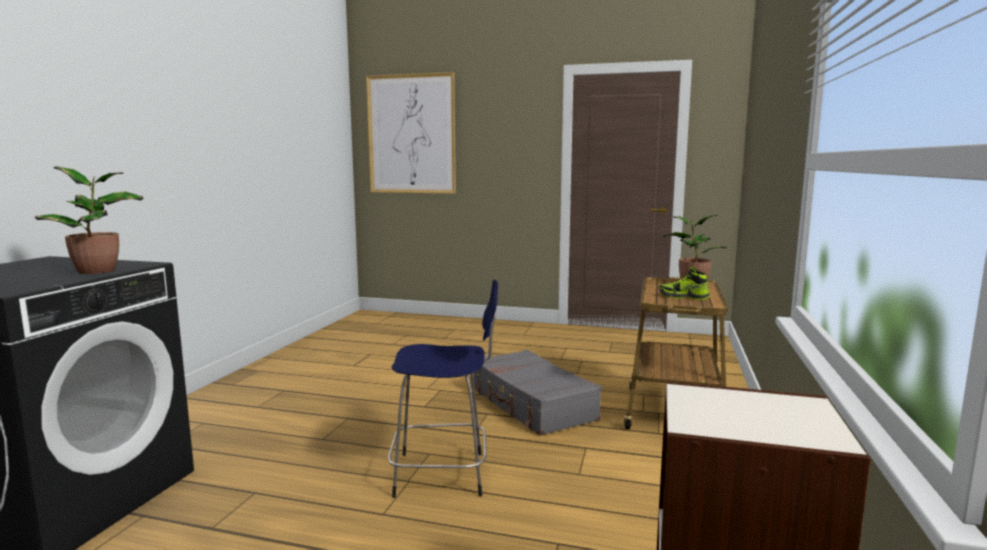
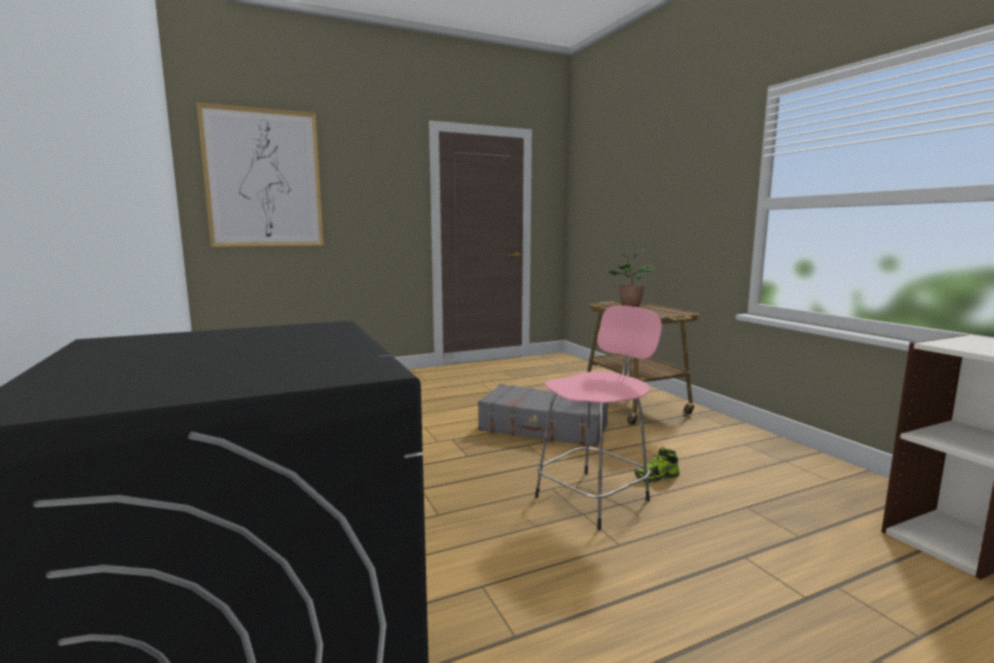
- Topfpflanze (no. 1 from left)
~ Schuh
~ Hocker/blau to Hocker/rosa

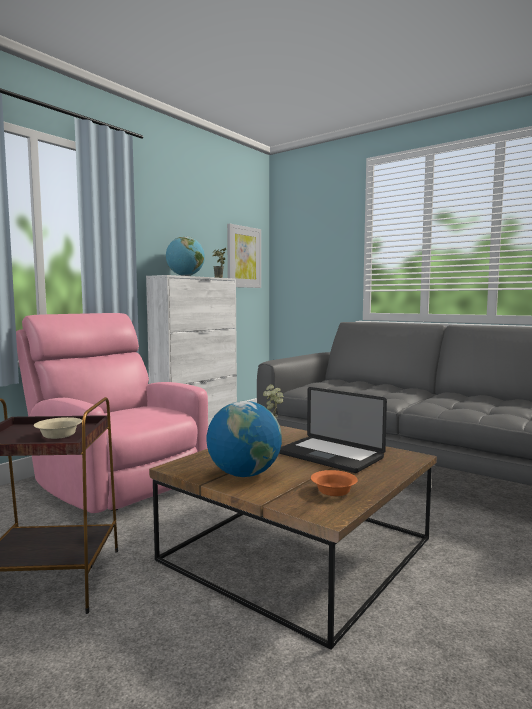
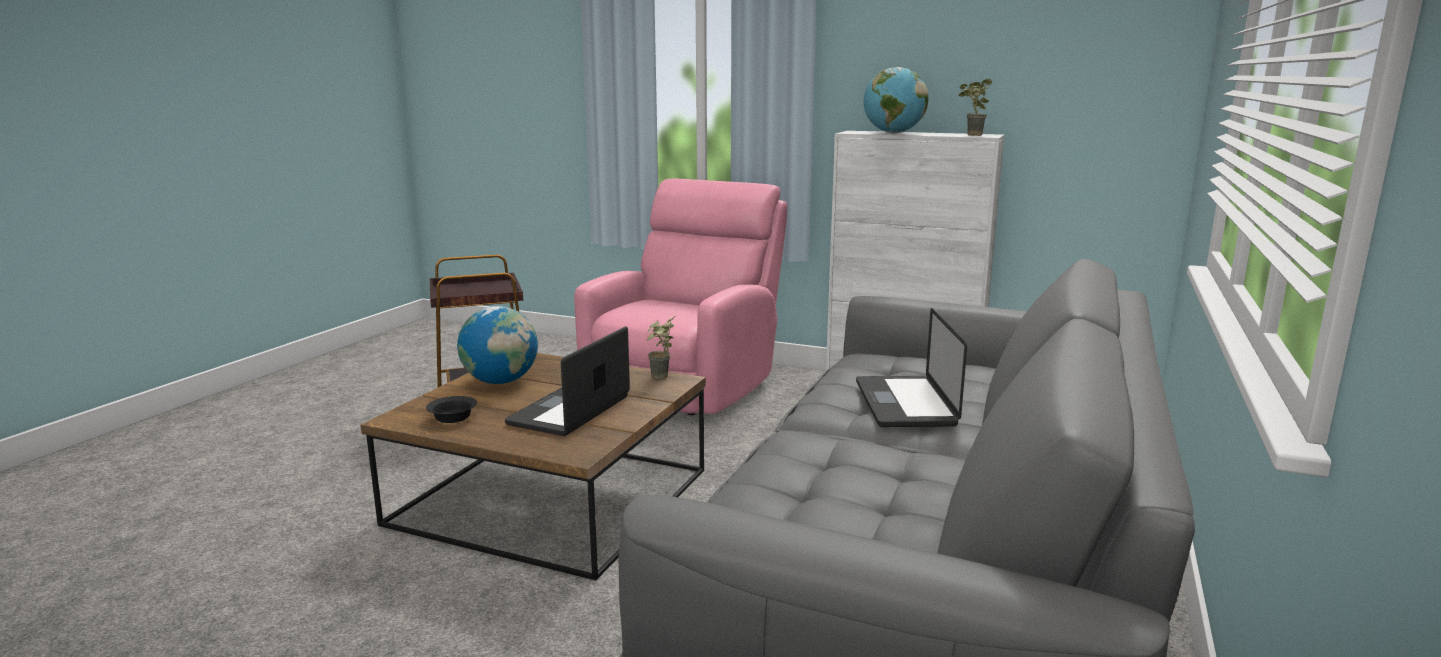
- Bild
- Schüssel/beige
~ Schüssel/orange to Schüssel/schwarz
+ Laptop (no. 2 from left)

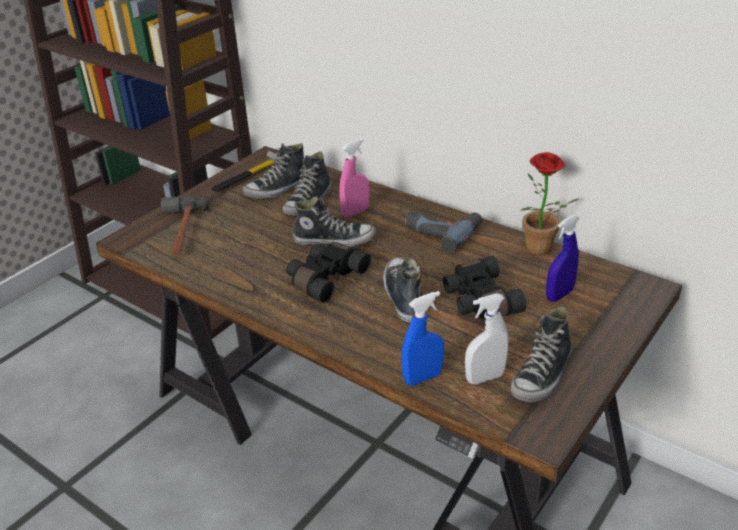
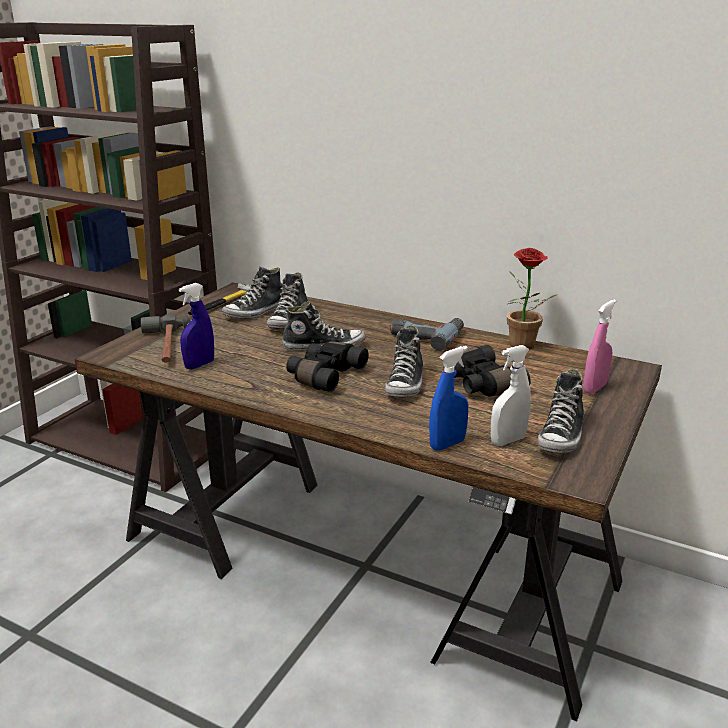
~ Sprühflasche/rosa
~ Sprühflasche/blau (no. 2 from left in the first image) to Sprühflasche/blau (no. 1 from left)
~ Schuh (no. 4 from left) 150 degrees counterclockwise

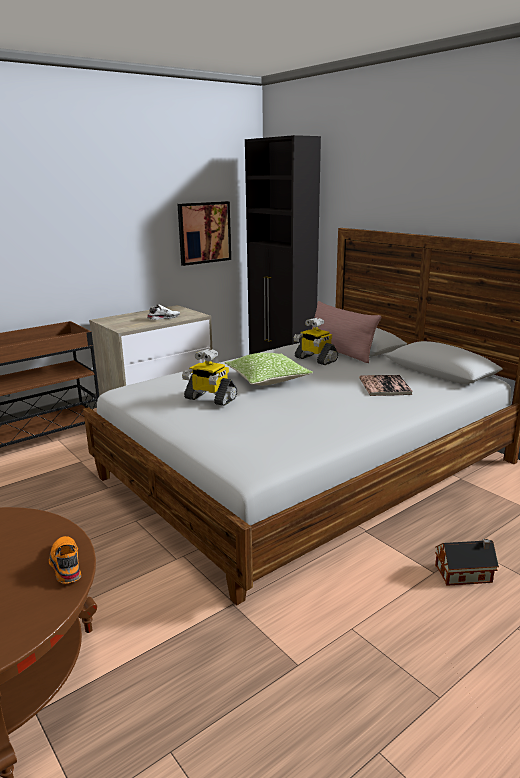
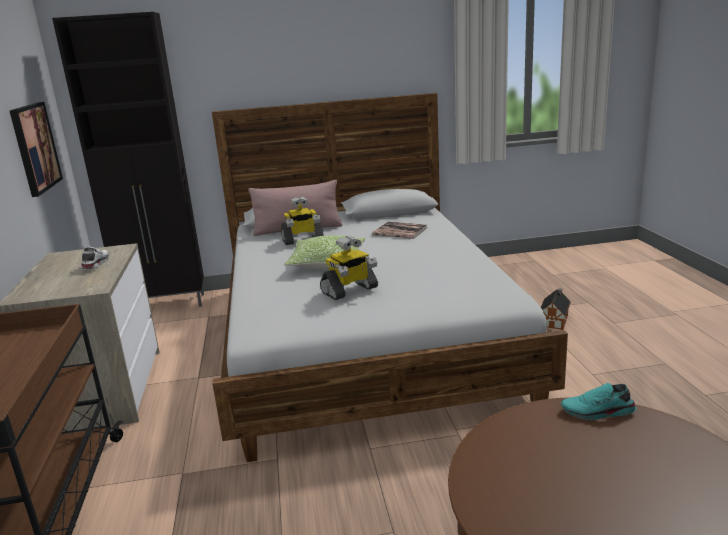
~ Schuh/orange to Schuh/türkis

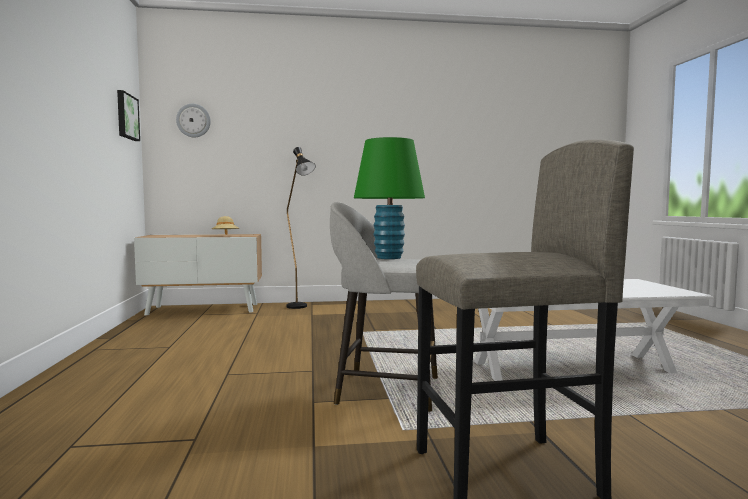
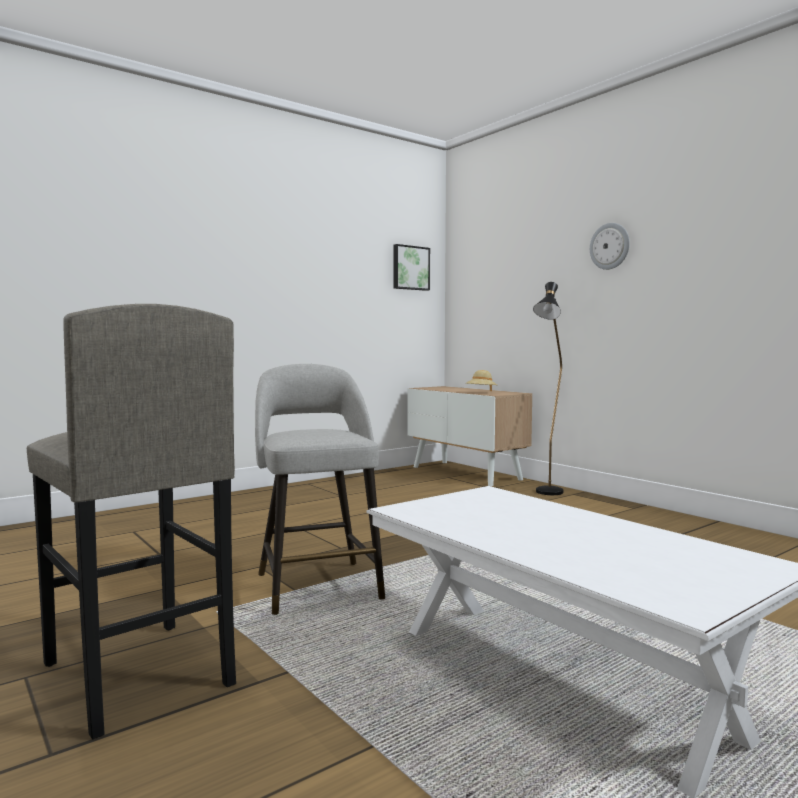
~ Wanduhr
- Tischlampe/grün

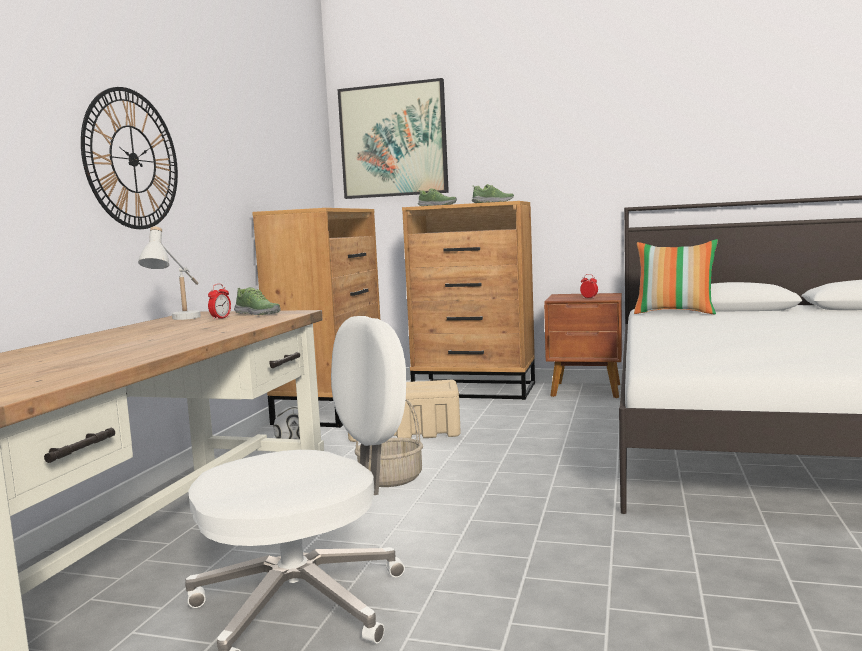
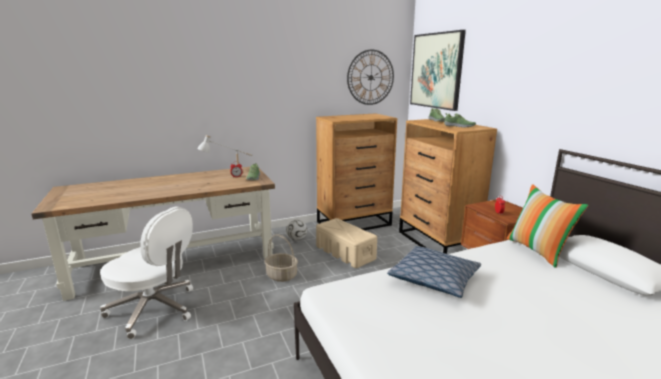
~ Wanduhr
+ Kissen (no. 1 from left)

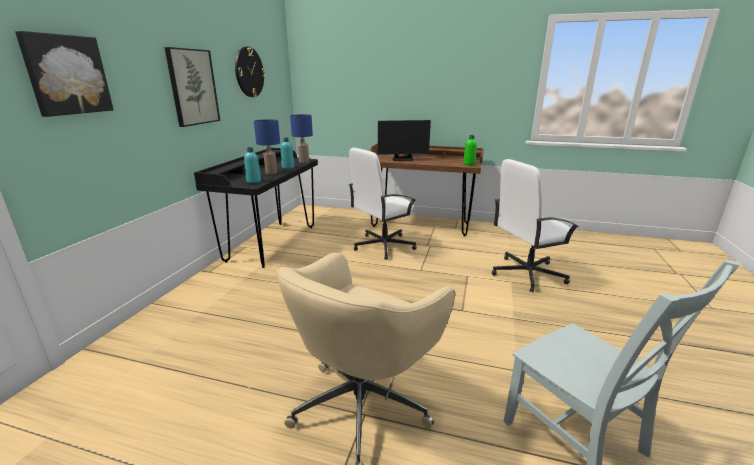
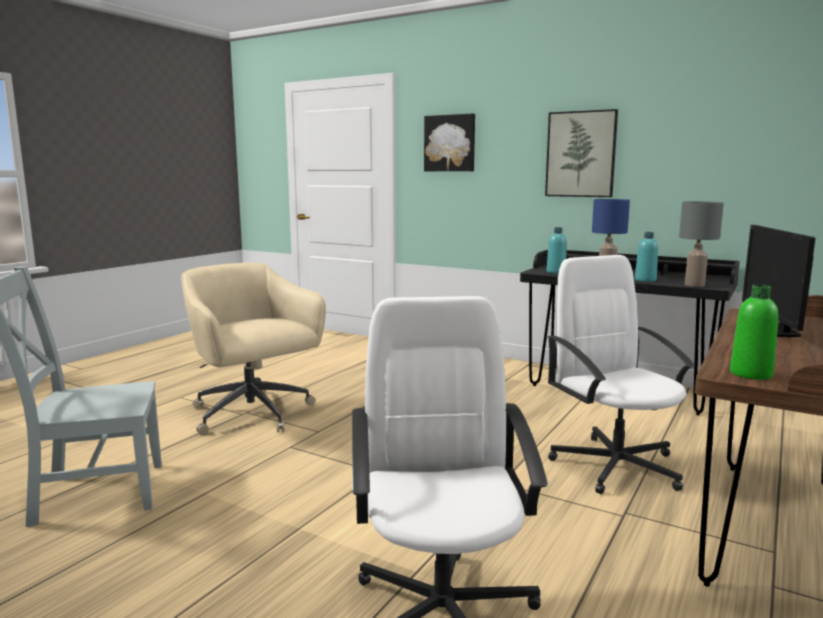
- Wanduhr
~ Tischlampe/blau (no. 2 from left) to Tischlampe/grau

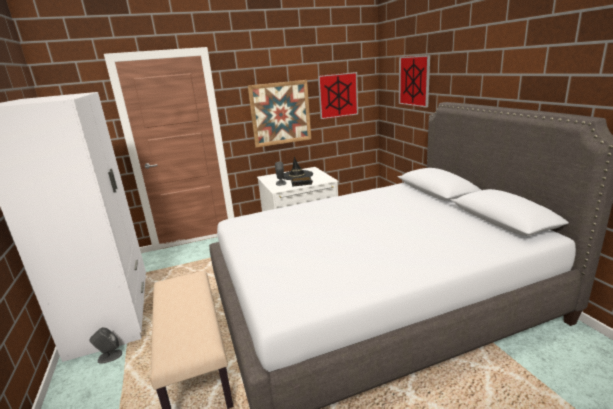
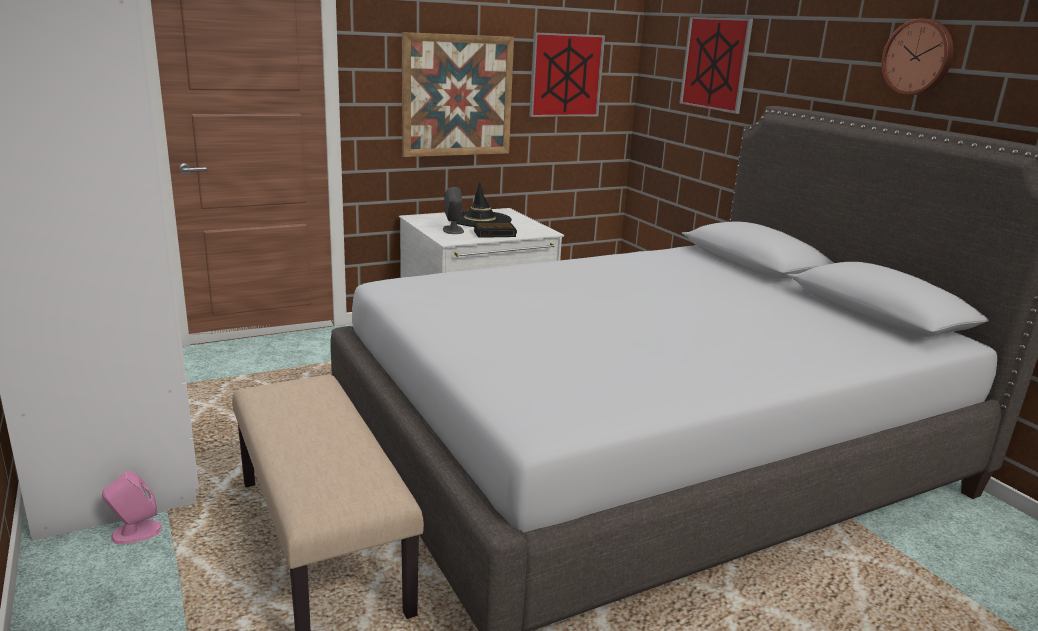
~ Lautsprecher/grau (no. 1 from left) to Lautsprecher/rosa
+ Wanduhr

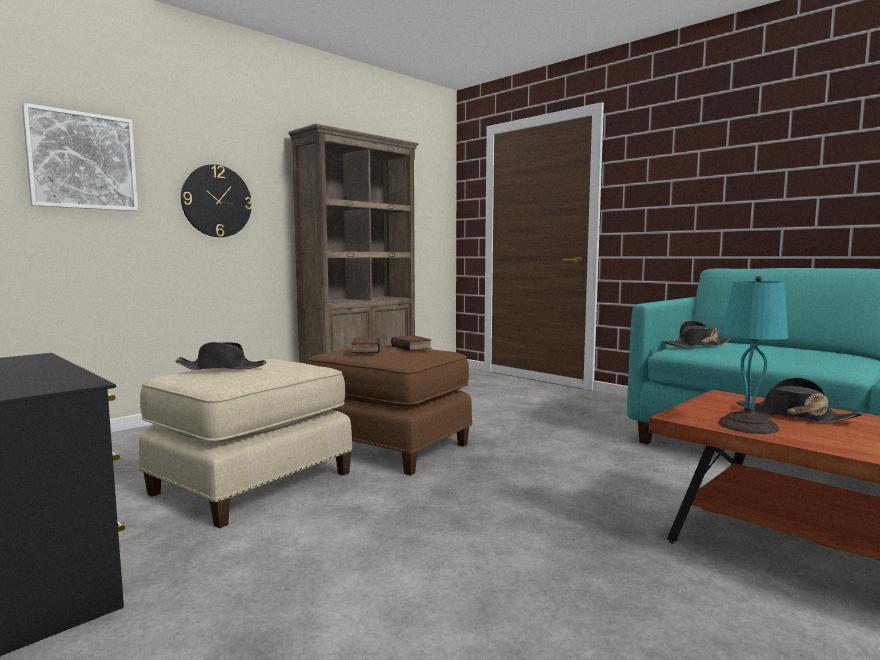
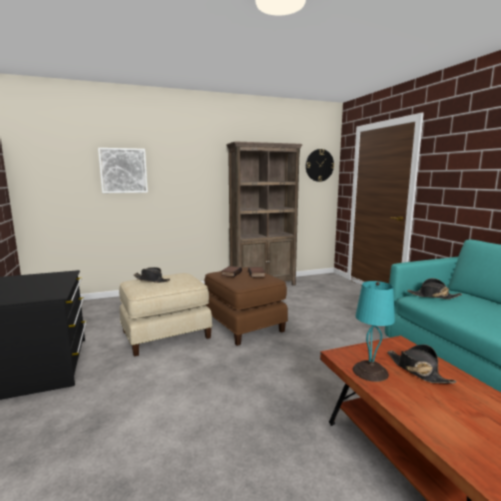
~ Wanduhr

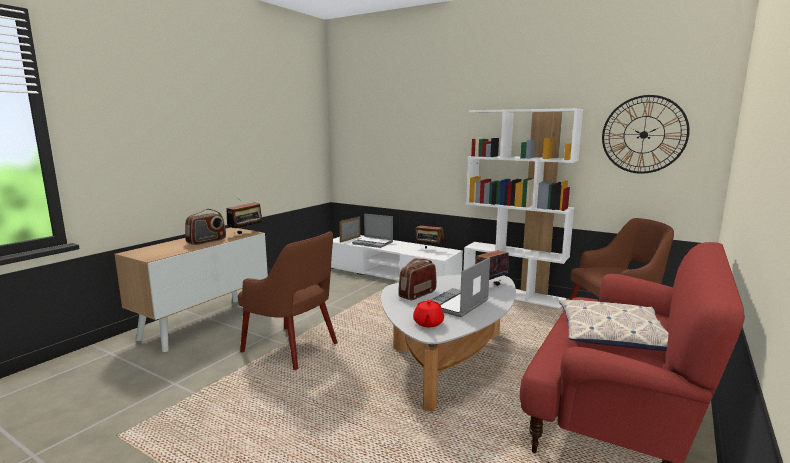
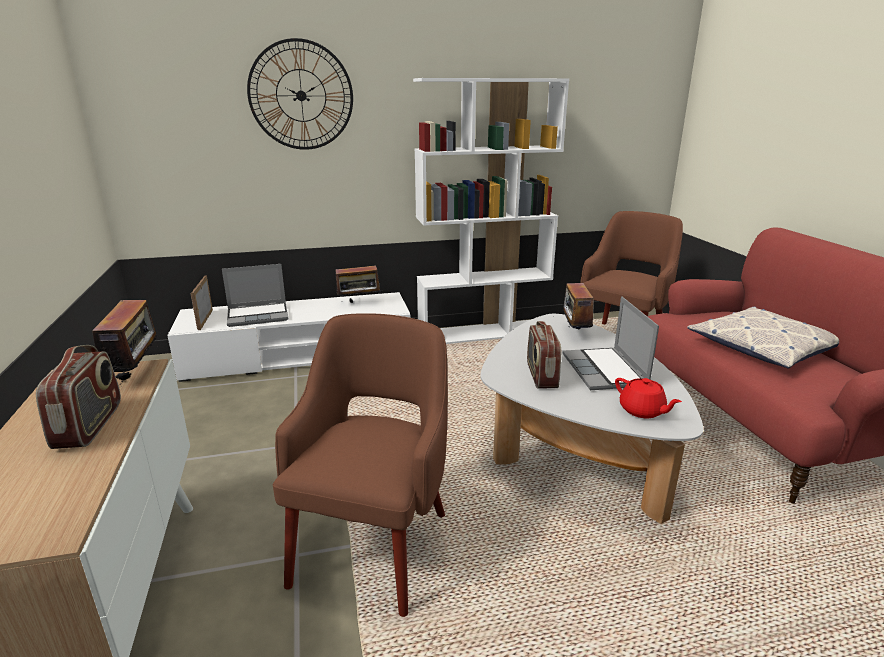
~ Wanduhr
~ Sessel/braun (no. 1 from left) 60 degrees counterclockwise

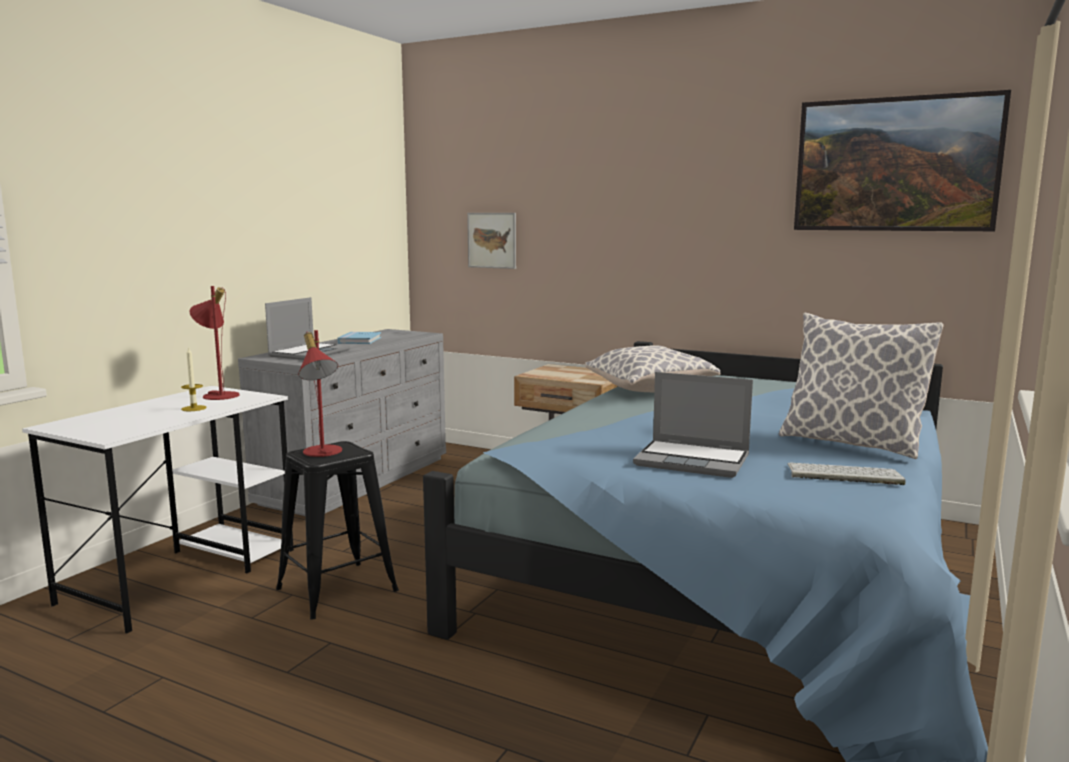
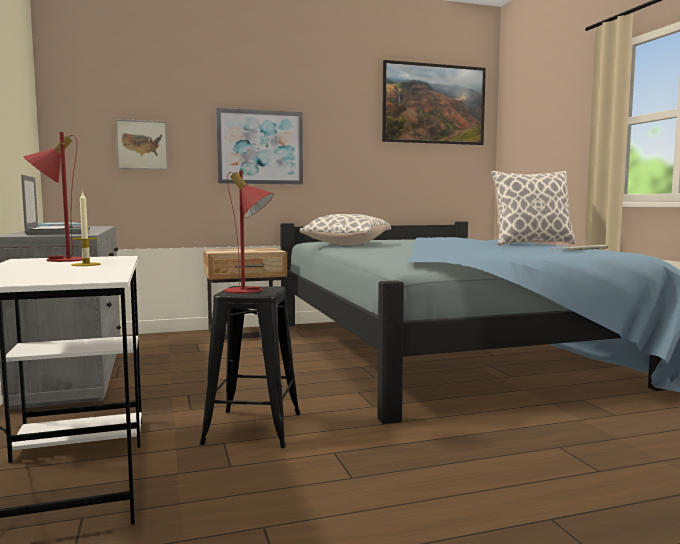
- Laptop (no. 2 from left)
+ Bild (no. 2 from left)

